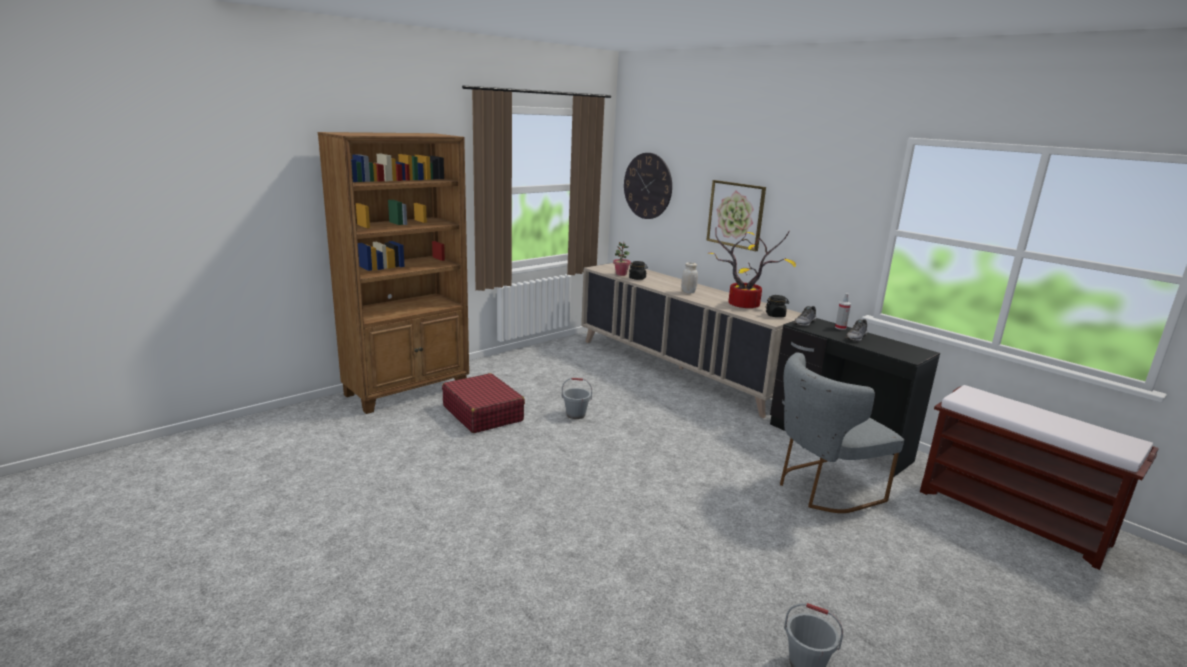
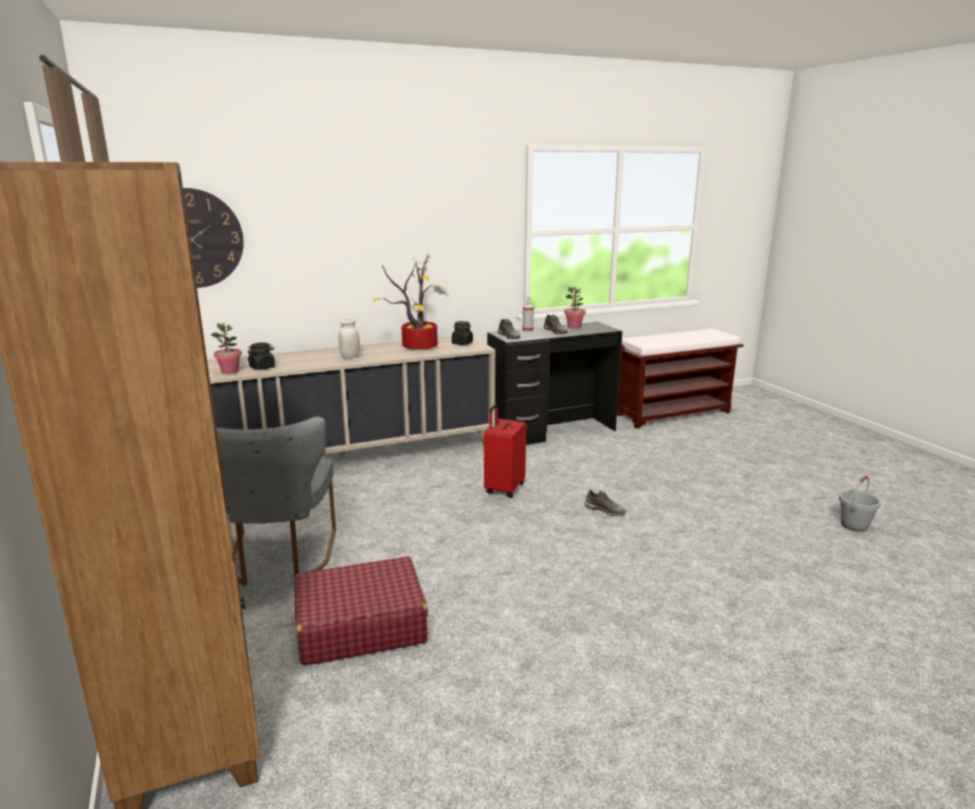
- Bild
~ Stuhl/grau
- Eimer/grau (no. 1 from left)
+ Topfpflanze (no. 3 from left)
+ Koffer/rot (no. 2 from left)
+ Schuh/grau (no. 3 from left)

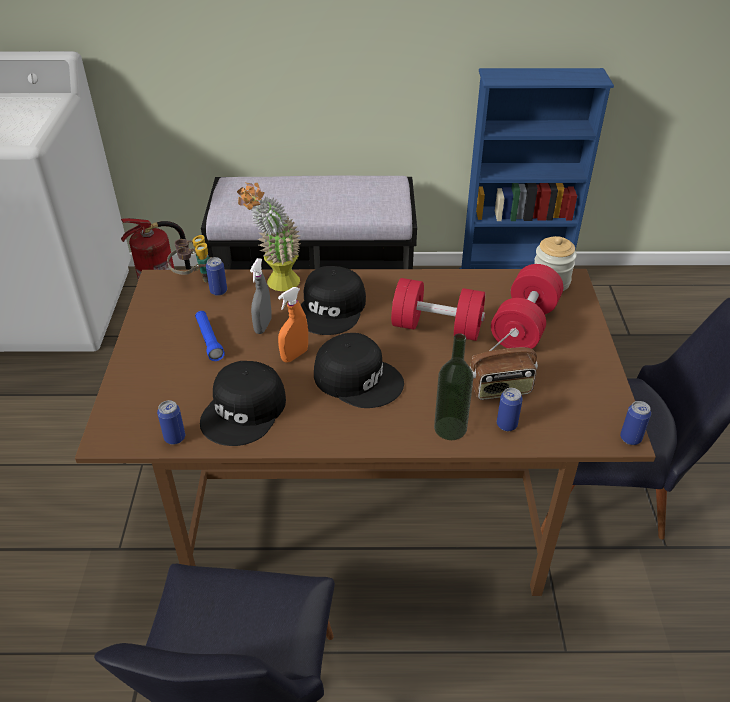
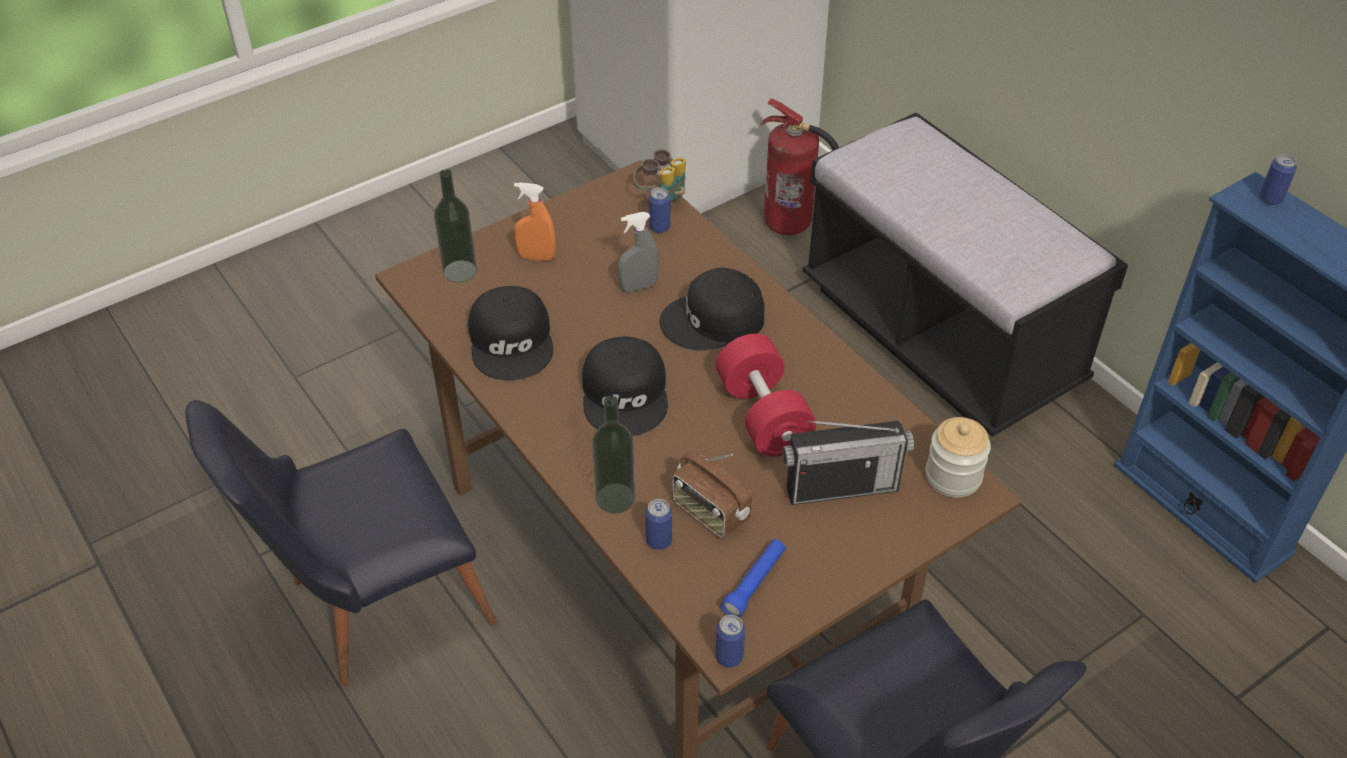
- Topfpflanze
~ Hantel/rot (no. 2 from left) to Radio (no. 2 from left)
~ Sprühflasche/orange
~ Taschenlampe/blau
~ Kappe/schwarz (no. 1 from left) 90 degrees counterclockwise
~ Dose (no. 1 from left in the first image) to Dose (no. 4 from left)
+ Flasche (no. 1 from left)

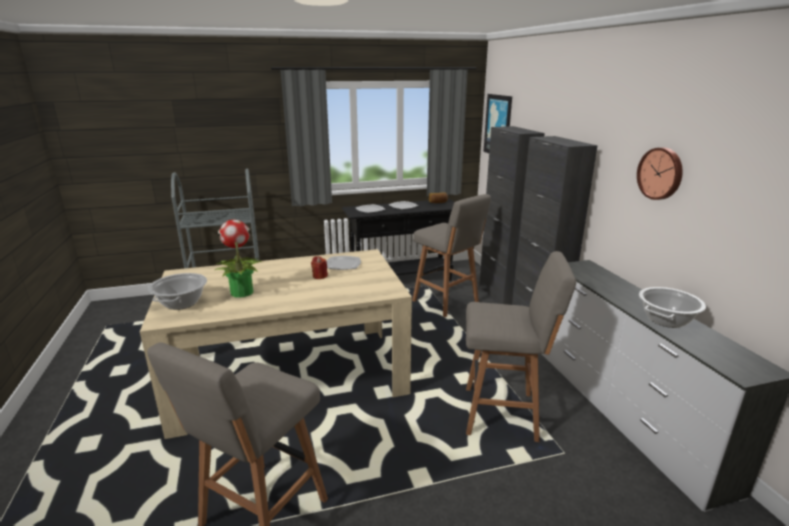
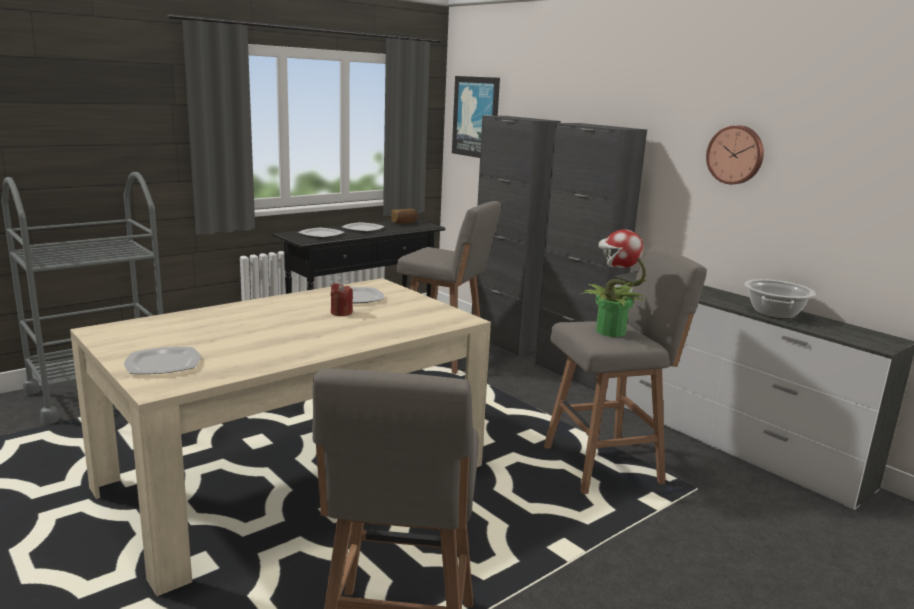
~ Topfpflanze
~ Kochtopf (no. 1 from left) to Teller (no. 1 from left)

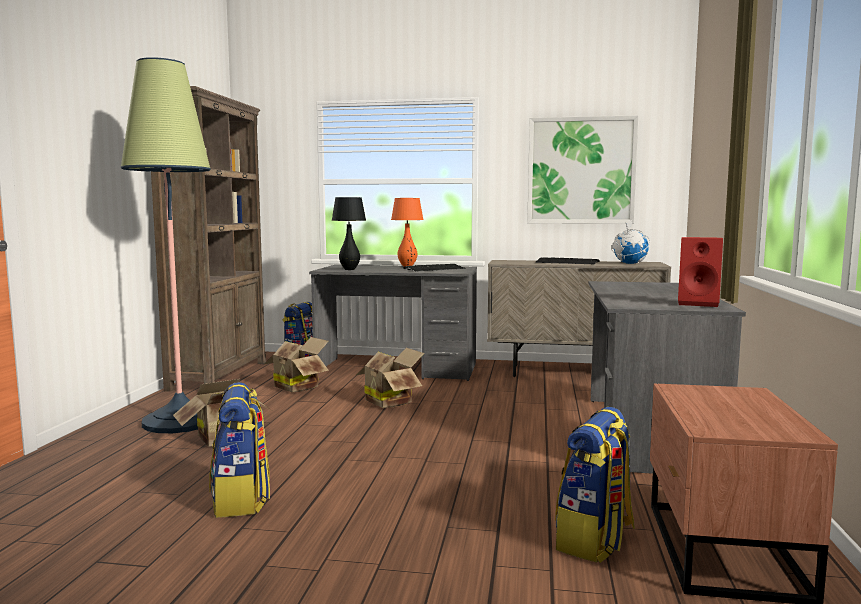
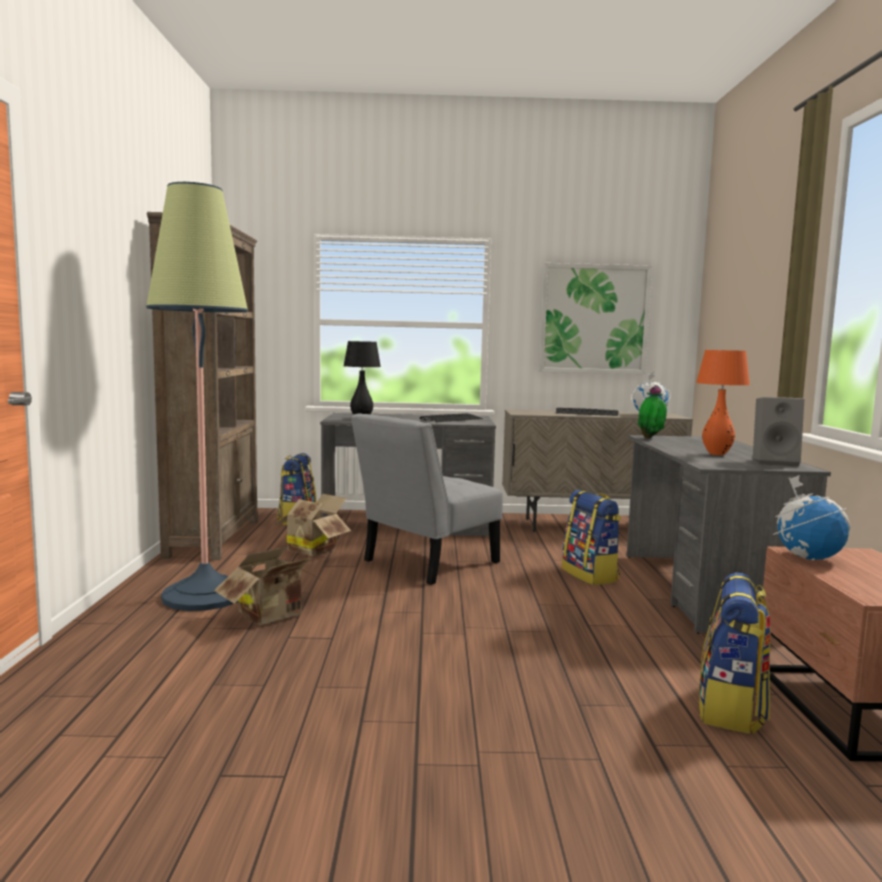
~ Tischlampe/orange
~ Lautsprecher/rot to Lautsprecher/grau
~ Karton (no. 3 from left) to Stuhl/grau
~ Rucksack (no. 1 from left in the first image) to Rucksack (no. 2 from left)
+ Topfpflanze
+ Globus (no. 2 from left)

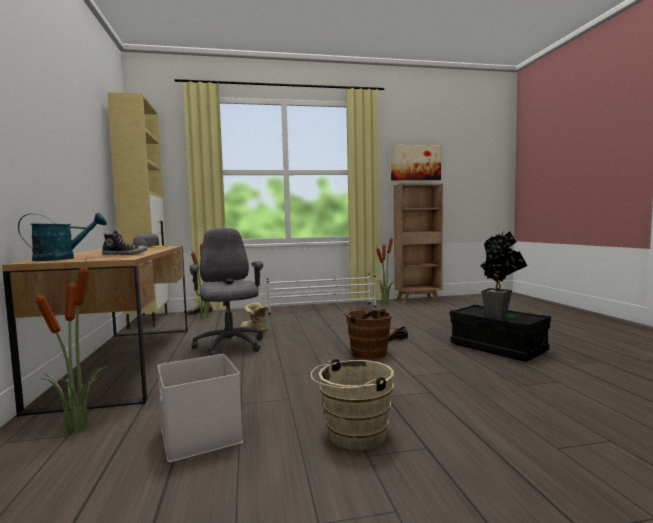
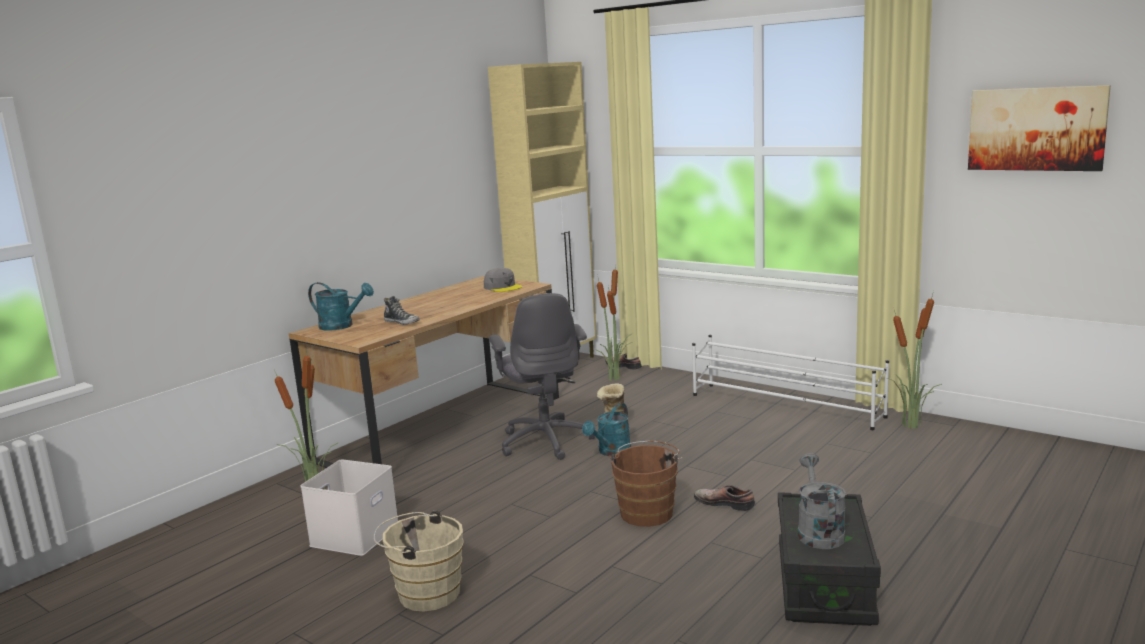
- Bücherregal/braun
~ Bürostuhl/grau 135 degrees clockwise
~ Topfpflanze (no. 4 from left) to Gießkanne/grau
+ Gießkanne/türkis (no. 2 from left)

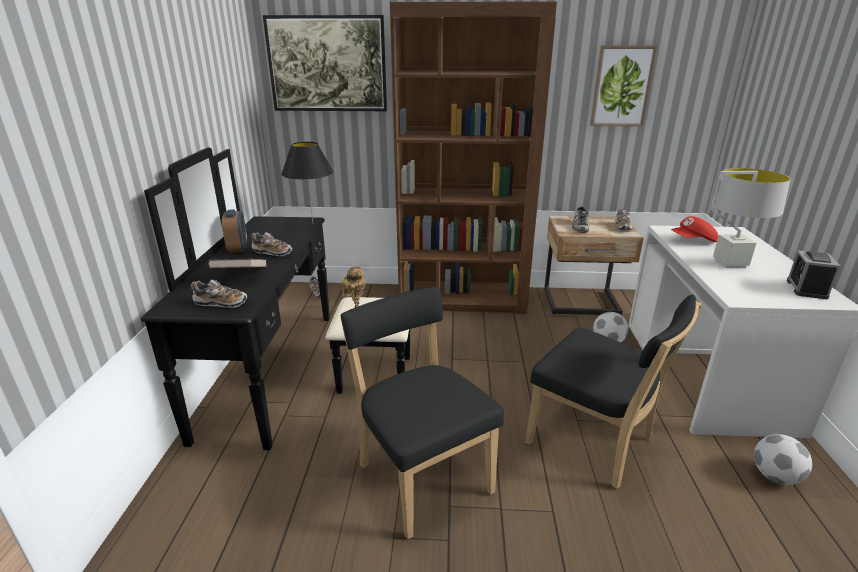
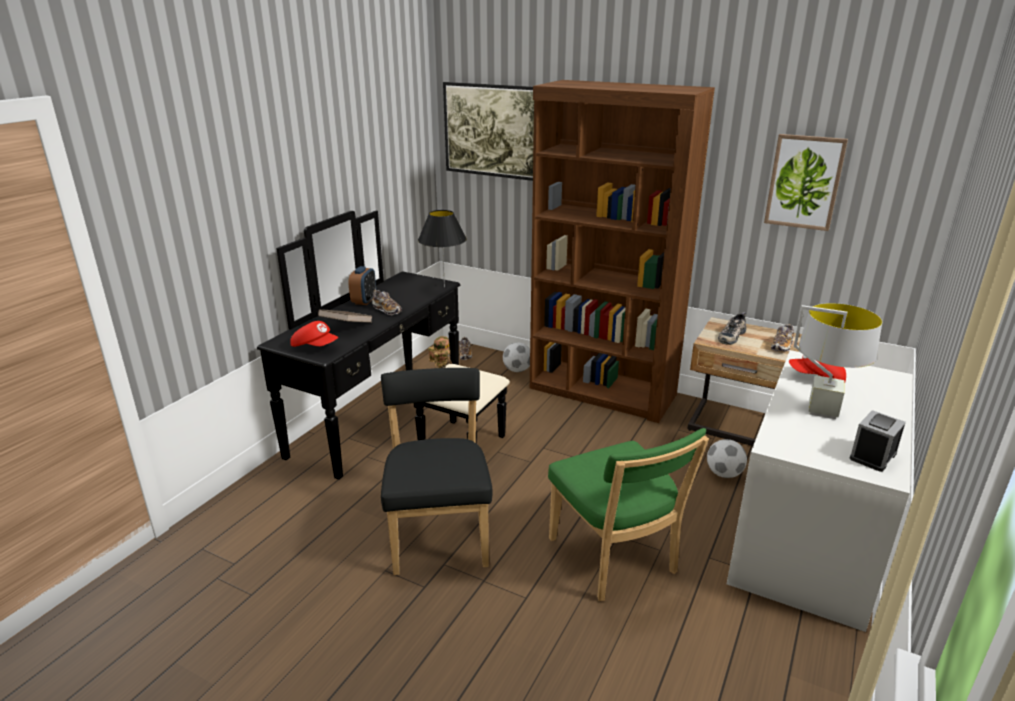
~ Schuh (no. 1 from left) to Kappe/rot (no. 1 from left)
~ Stuhl/schwarz (no. 2 from left) to Stuhl/grün
~ Fußball (no. 2 from left in the first image) to Fußball (no. 1 from left)

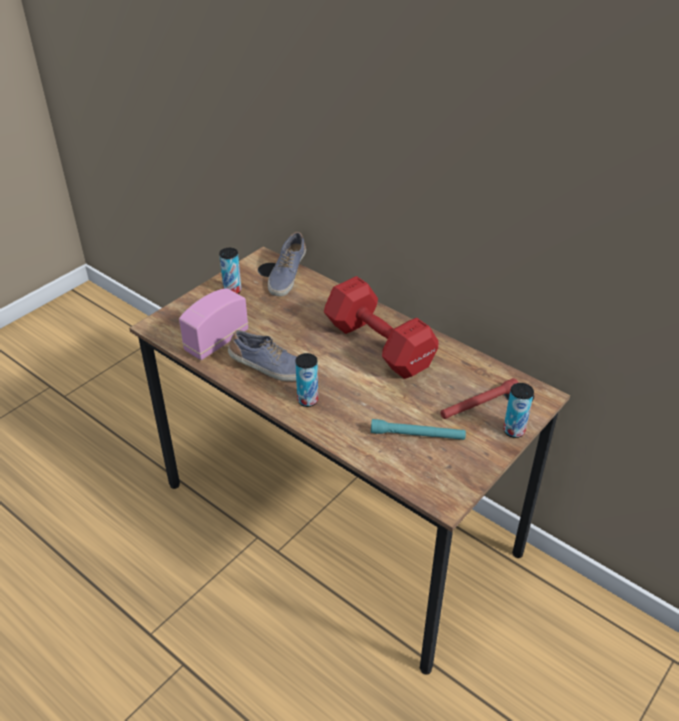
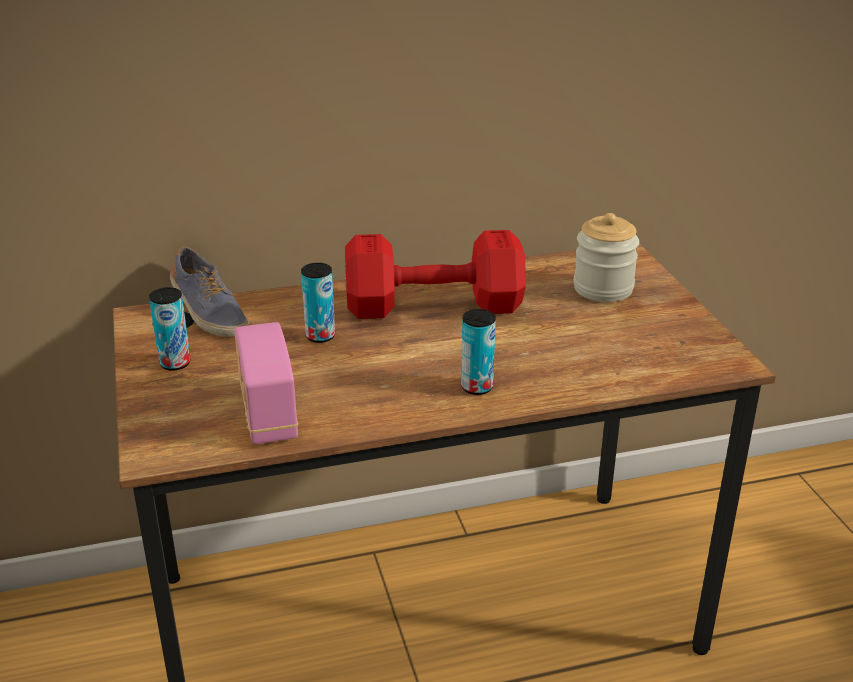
- Schuh (no. 1 from left)
~ Taschenlampe/rot to Vorratsglas
~ Dose (no. 3 from left in the first image) to Dose (no. 2 from left)
- Taschenlampe/türkis

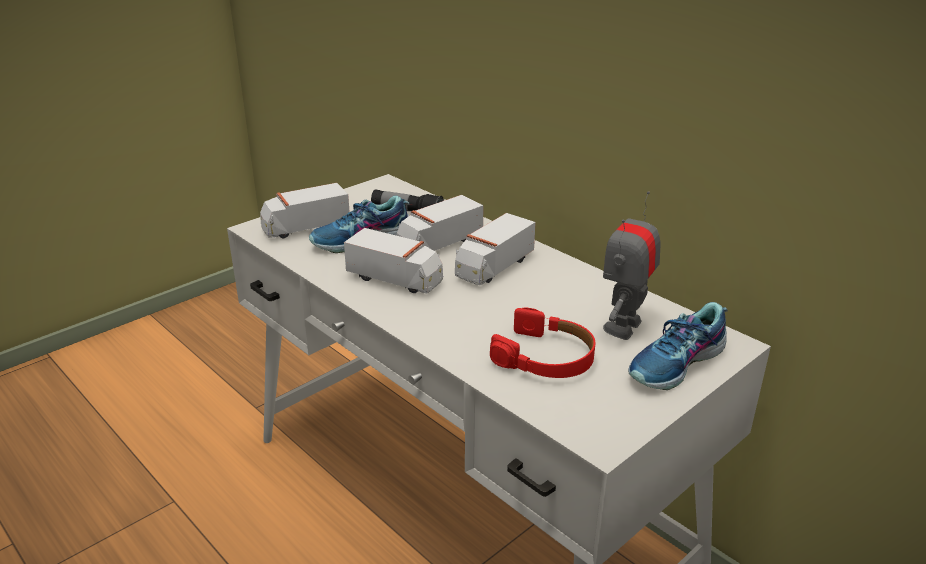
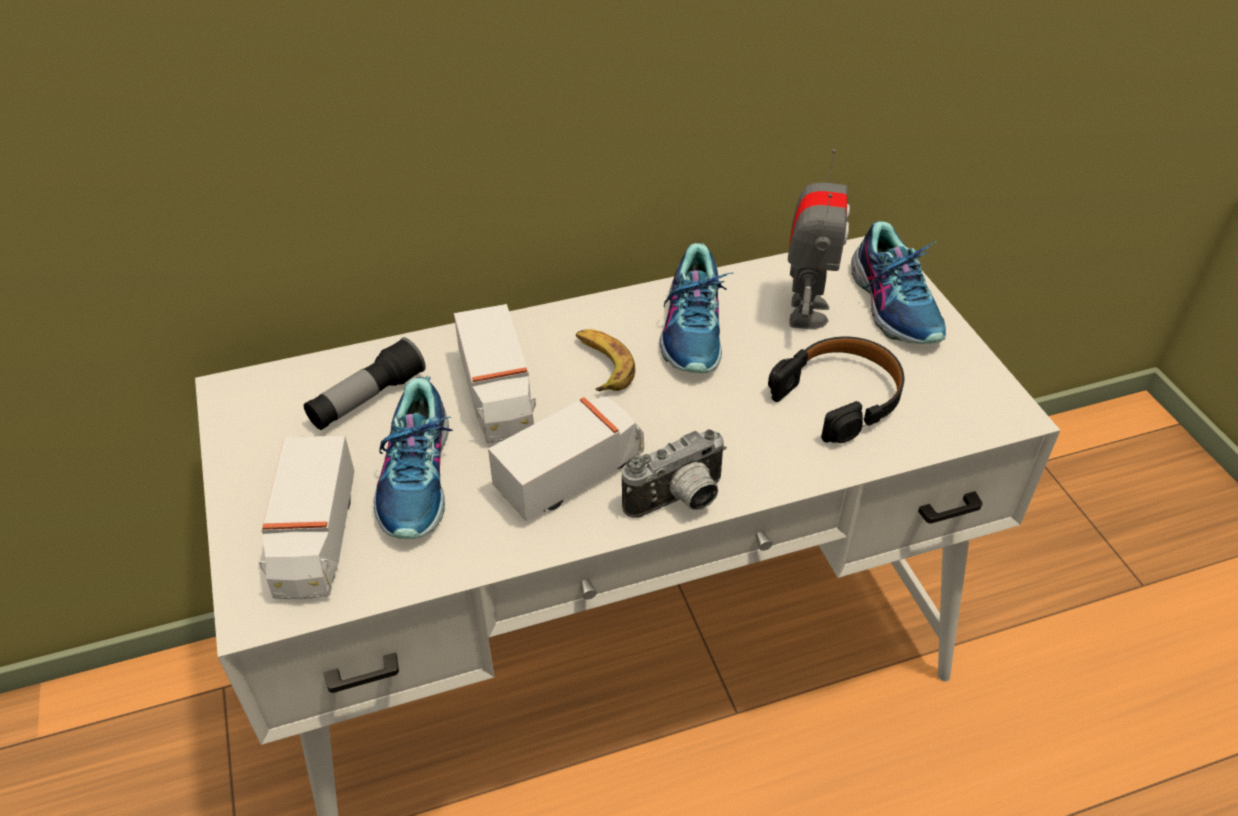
~ Spielzeugroboter 135 degrees counterclockwise
~ Spielzeuglaster (no. 4 from left) to Banane
~ Kopfhörer/rot to Kopfhörer/schwarz
+ Schuh (no. 2 from left)
+ Kamera

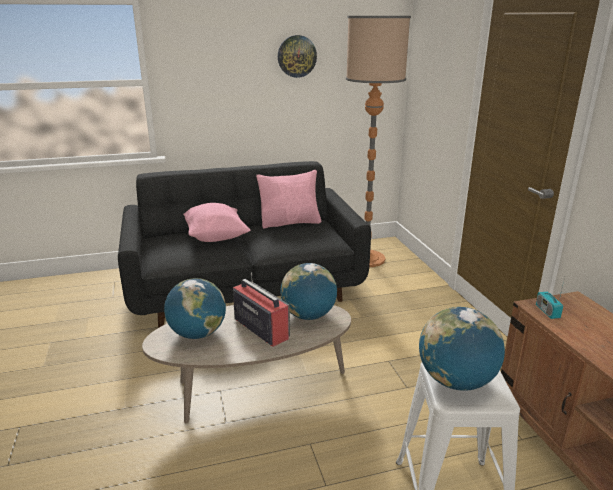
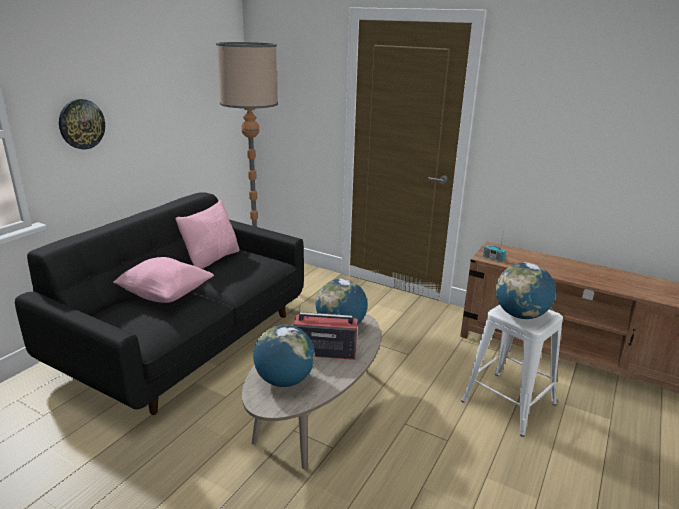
~ Wanduhr

